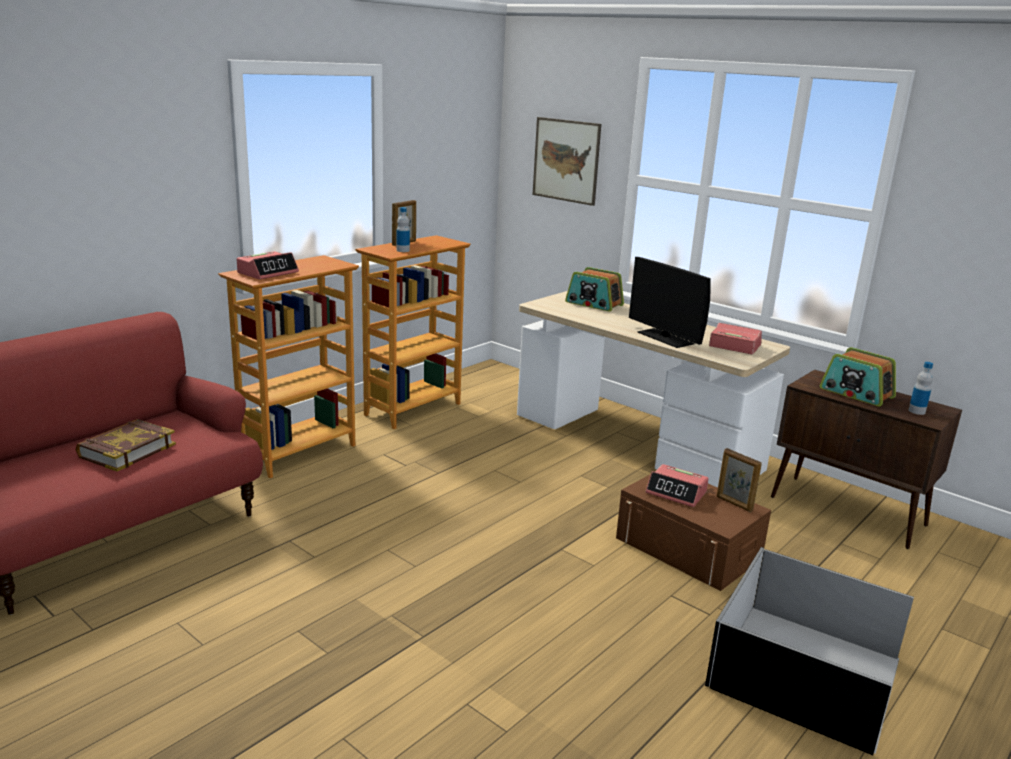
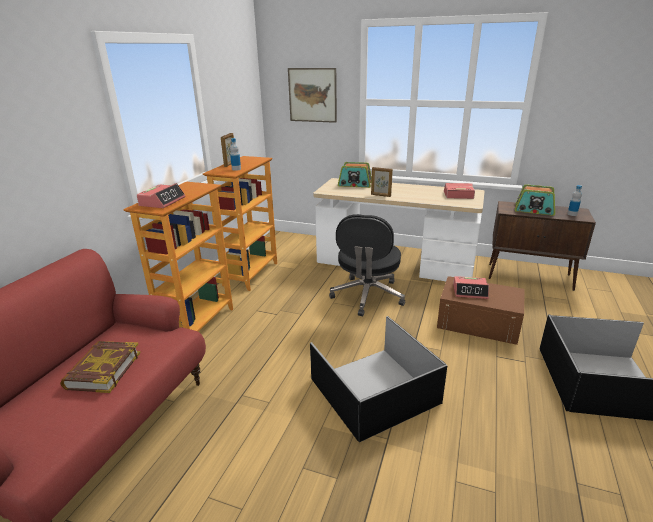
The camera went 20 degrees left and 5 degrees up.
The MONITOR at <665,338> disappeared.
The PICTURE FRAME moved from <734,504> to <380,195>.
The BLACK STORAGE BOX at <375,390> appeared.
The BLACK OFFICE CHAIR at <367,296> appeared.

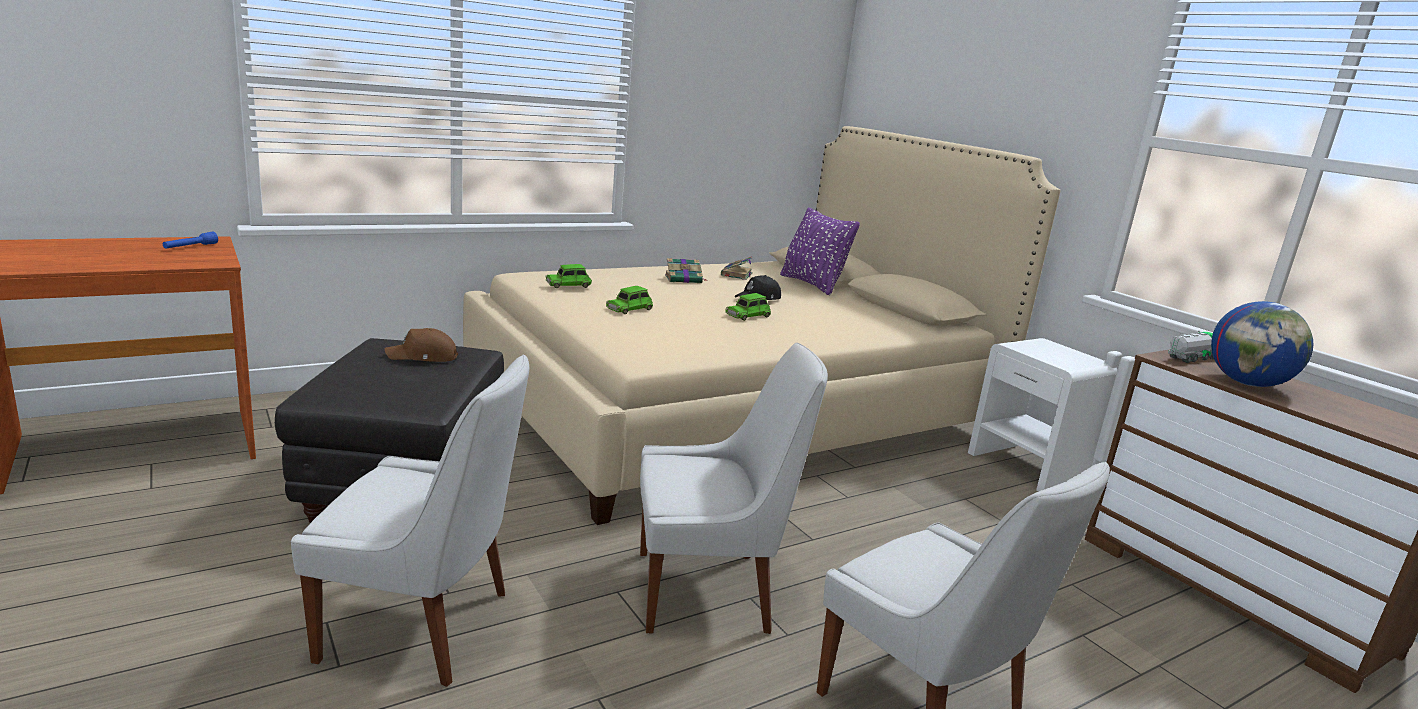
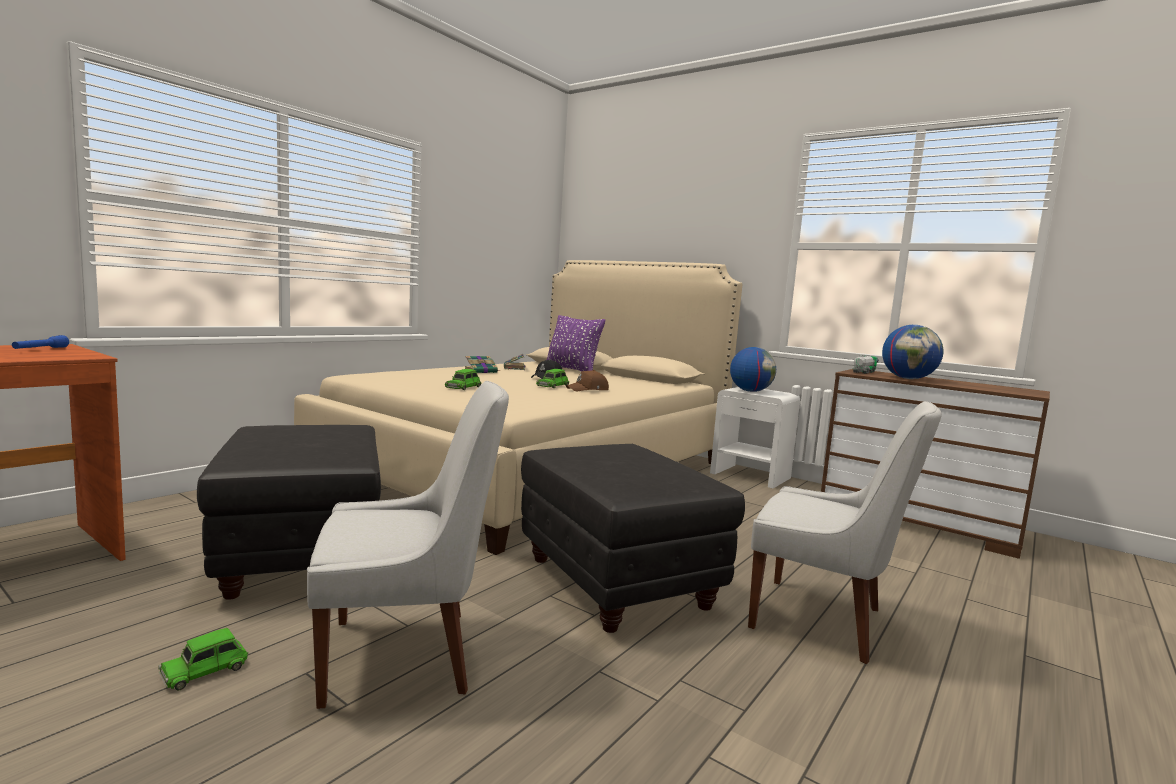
The camera went 20 degrees left and 10 degrees down.
The BROWN CAP moved from <423,357> to <588,390>.
The GREEN TOY CAR moved from <568,284> to <205,669>.
The WHITE CHAIR at <709,591> was replaced by the BLACK OTTOMAN at <618,581>.
The GLOBE at <750,391> appeared.

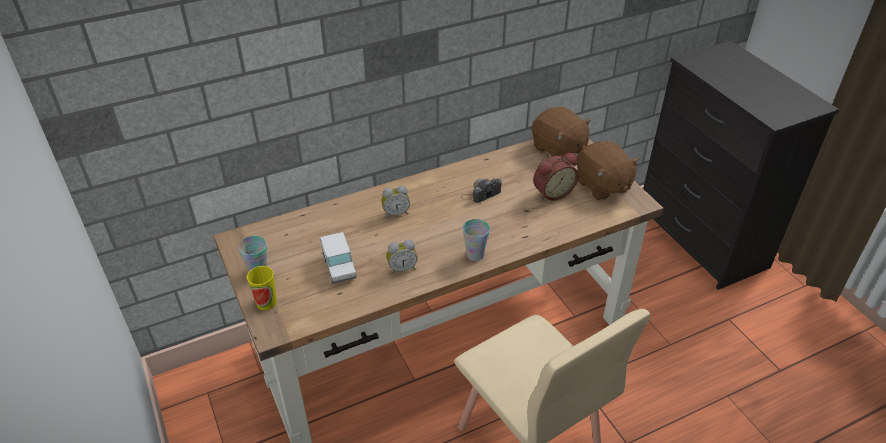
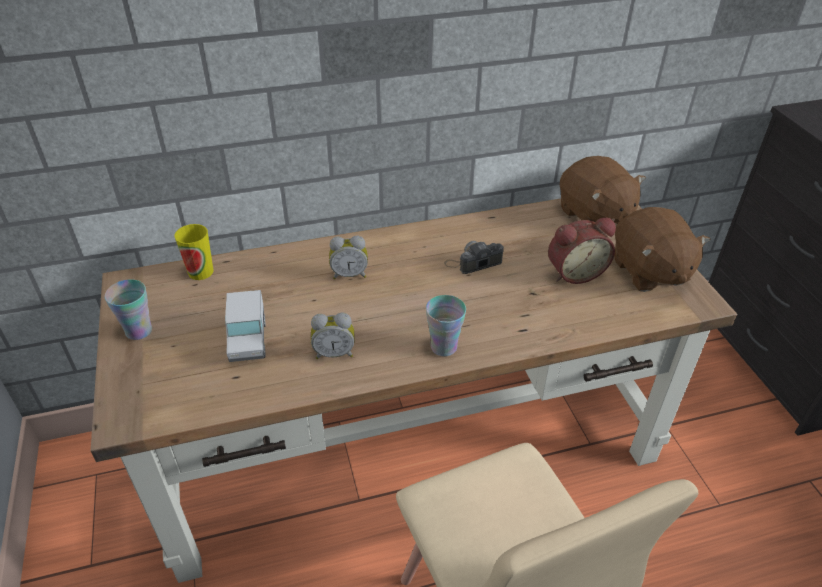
The camera went 10 degrees right and 0 degrees up.
The CUP moved from <266,302> to <200,272>.

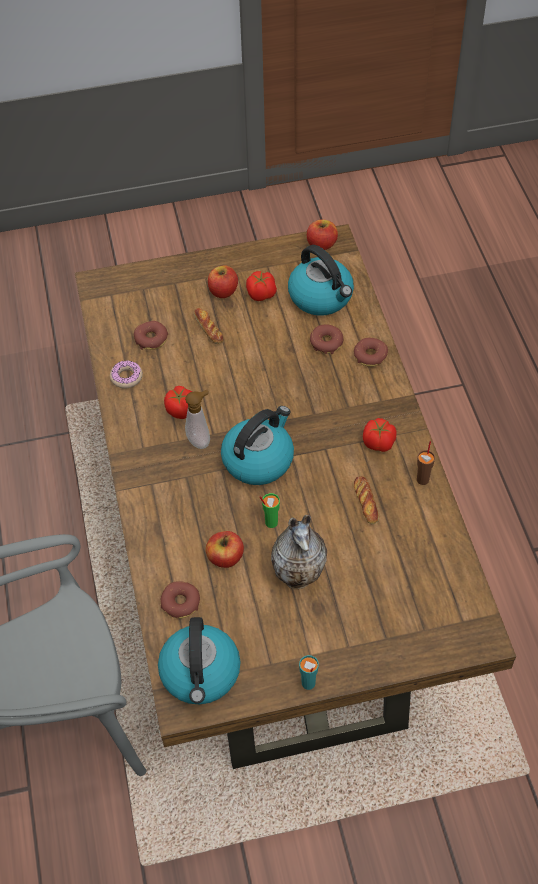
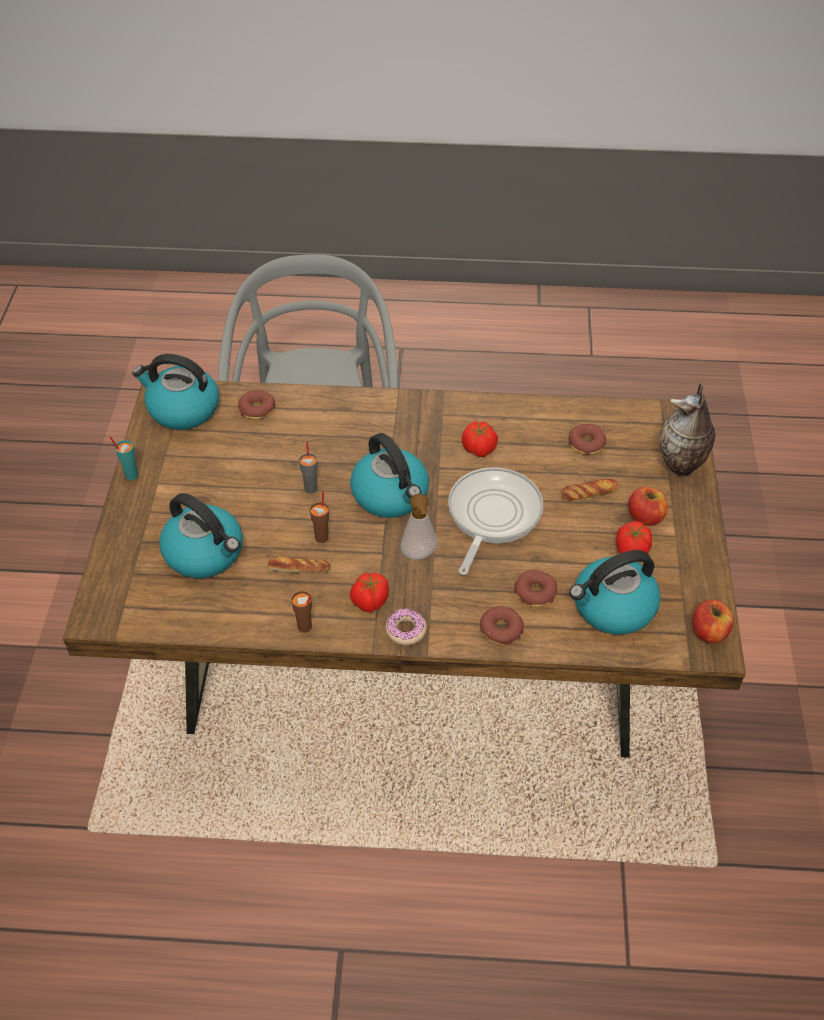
The camera went 105 degrees right and 5 degrees down.
The DONUT moved from <126,377> to <406,630>.
The SOAP DISPENSER moved from <200,440> to <419,556>.
The APPLE at <225,557> disappeared.
The GREEN CUP at <271,522> became the GREY CUP at <311,488>.
The VASE moved from <300,576> to <680,468>.
The KETTLE at <205,553> appeared.
The BROWN CUP at <322,537> appeared.
The FRYING PAN at <492,516> appeared.

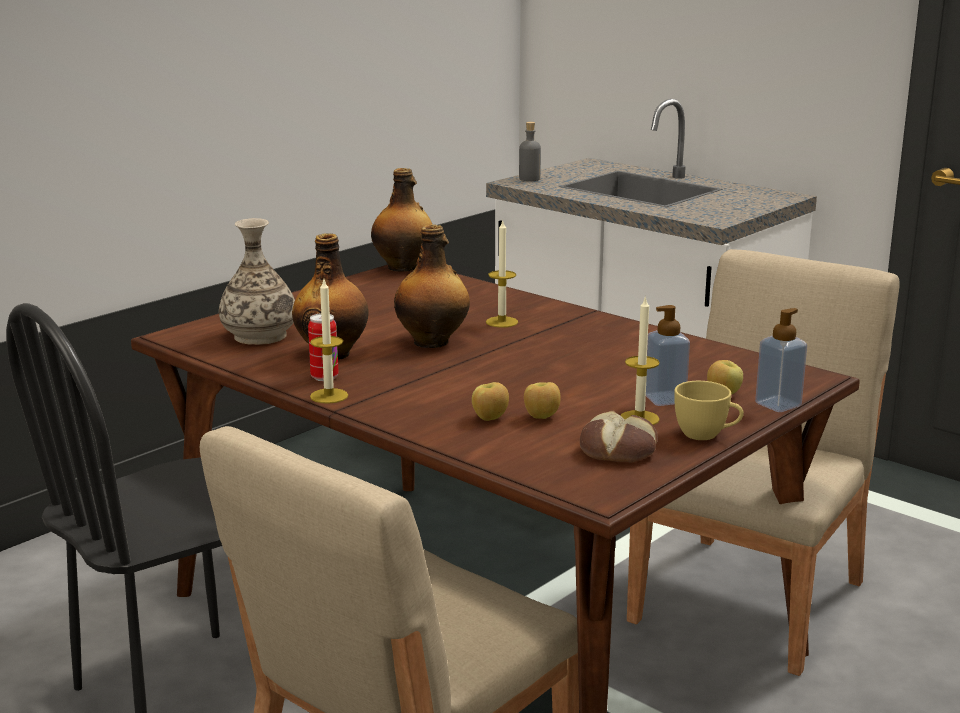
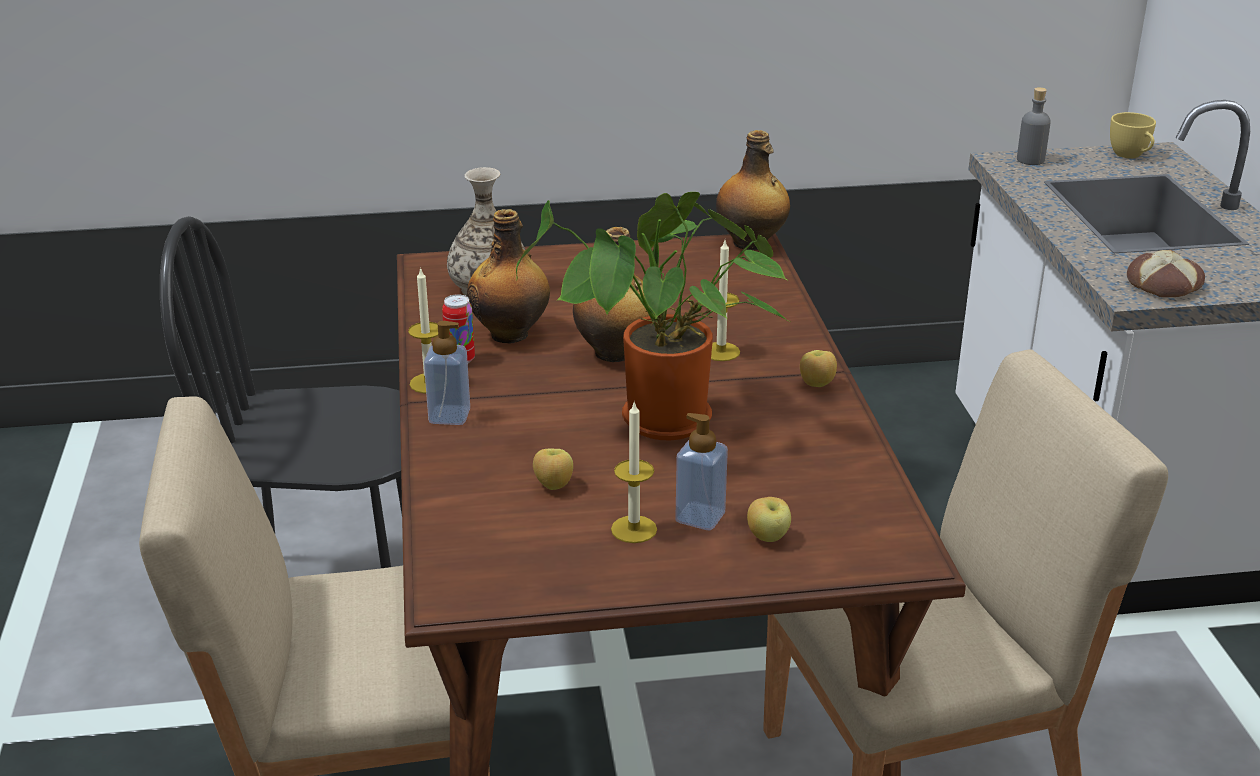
The camera went 40 degrees right and 10 degrees up.
The APPLE moved from <489,418> to <816,384>.
The BREAD moved from <620,449> to <1164,285>.
The YELLOW CUP moved from <707,435> to <1131,156>.
The SOAP DISPENSER moved from <778,405> to <449,416>.
The POTTED PLANT at <661,425> appeared.

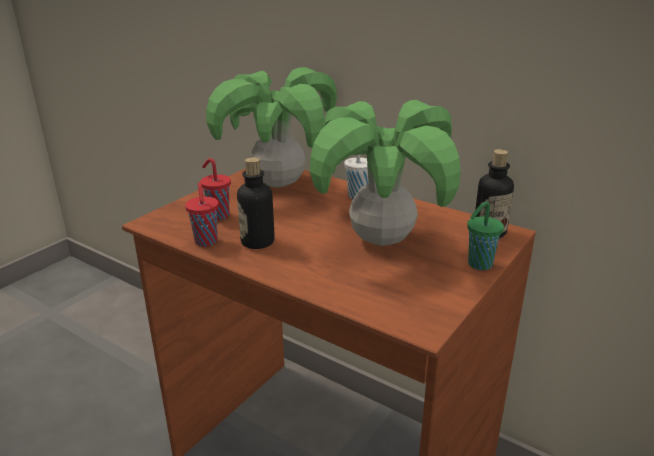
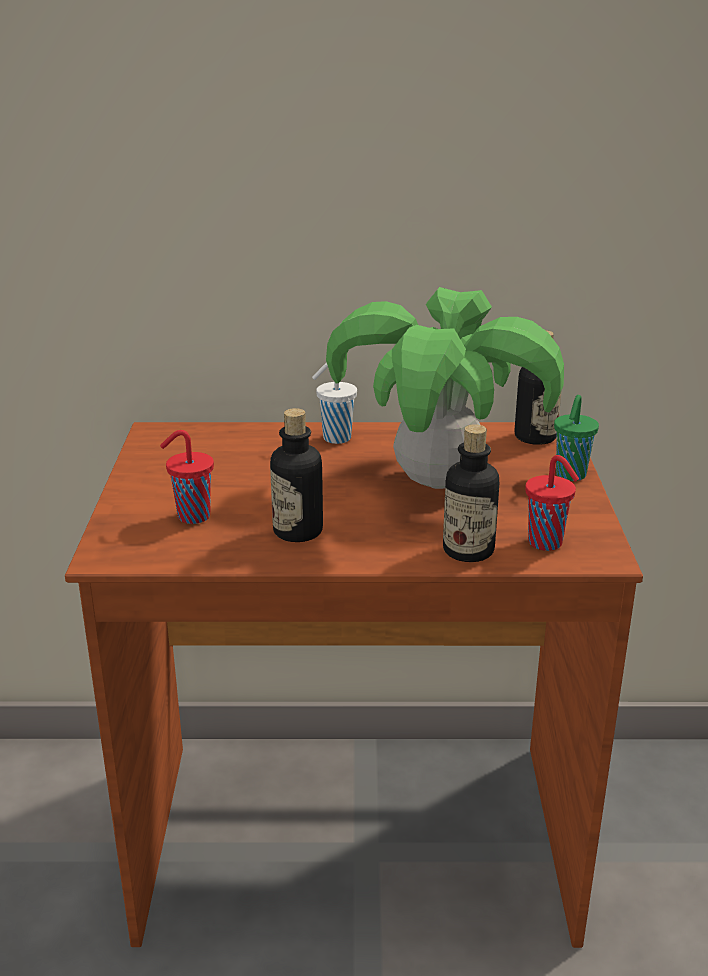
The camera went 35 degrees left and 0 degrees up.
The RED CUP moved from <206,242> to <547,543>.
The POTTED PLANT at <278,183> disappeared.
The BOTTLE at <468,550> appeared.

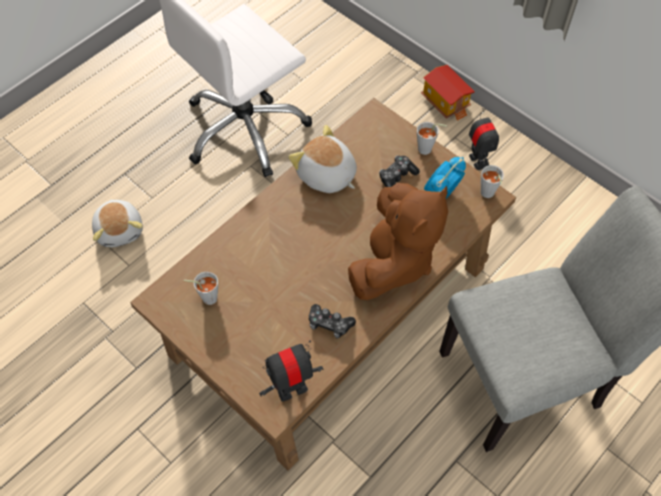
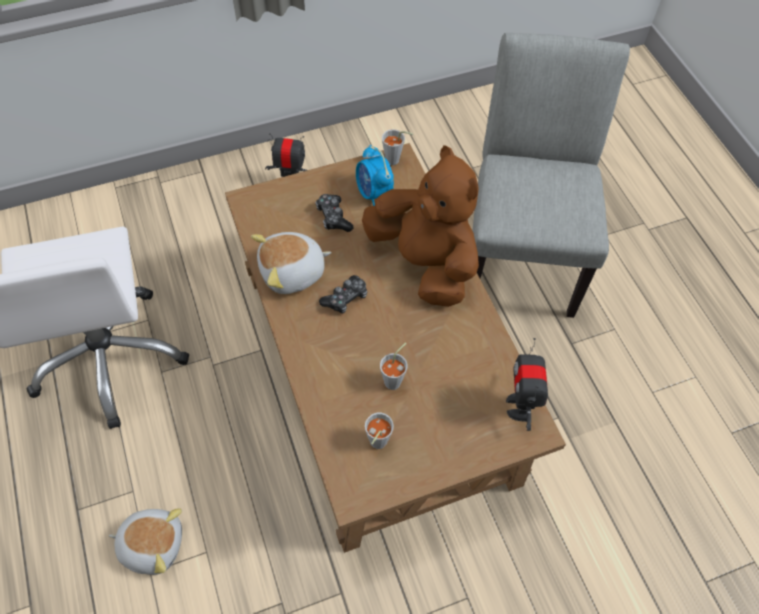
The camera went 65 degrees left and 0 degrees up.
The GAME CONTROLLER moved from <329,324> to <345,298>.
The GREY CUP moved from <428,150> to <395,379>.
The TOY HOUSE at <446,102> disappeared.

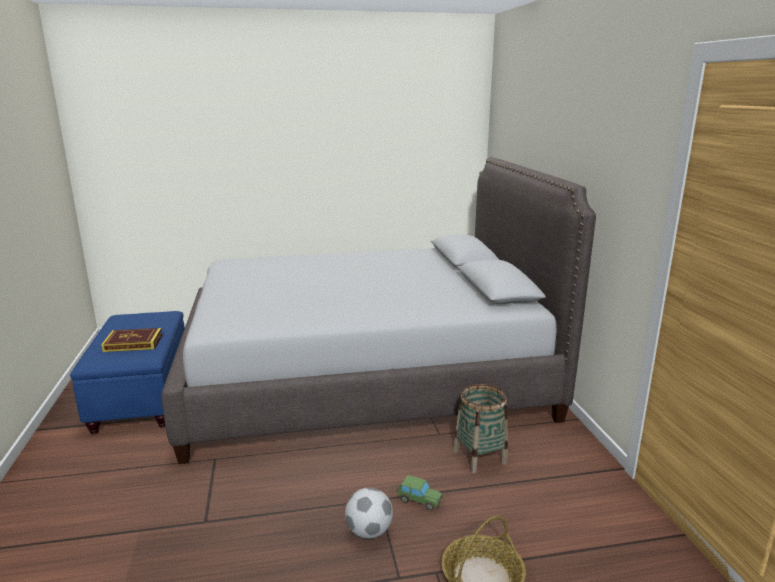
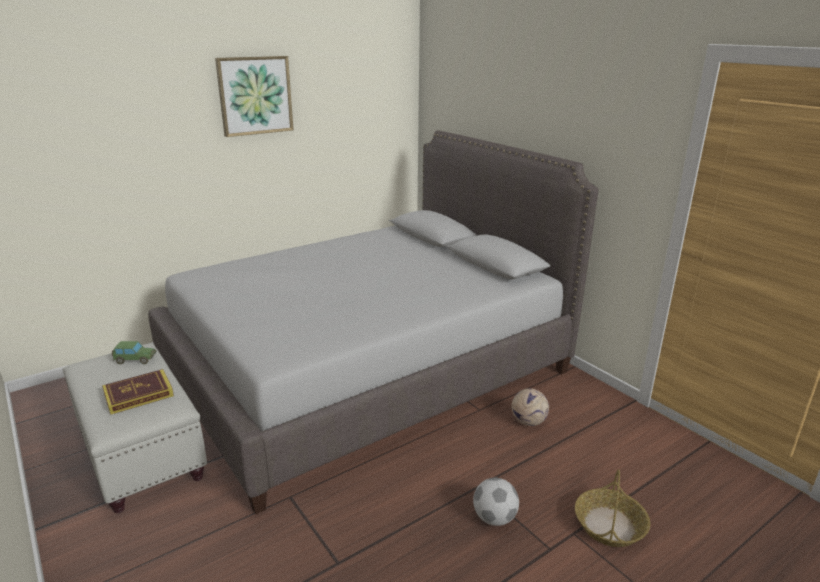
The camera went 25 degrees left and 5 degrees up.
The BLUE OTTOMAN at <142,397> became the WHITE OTTOMAN at <141,453>.
The TOY CAR moved from <419,500> to <135,360>.
The BASKET at <479,457> was replaced by the FOOTBALL at <528,421>.
The PICTURE at <255,95> appeared.

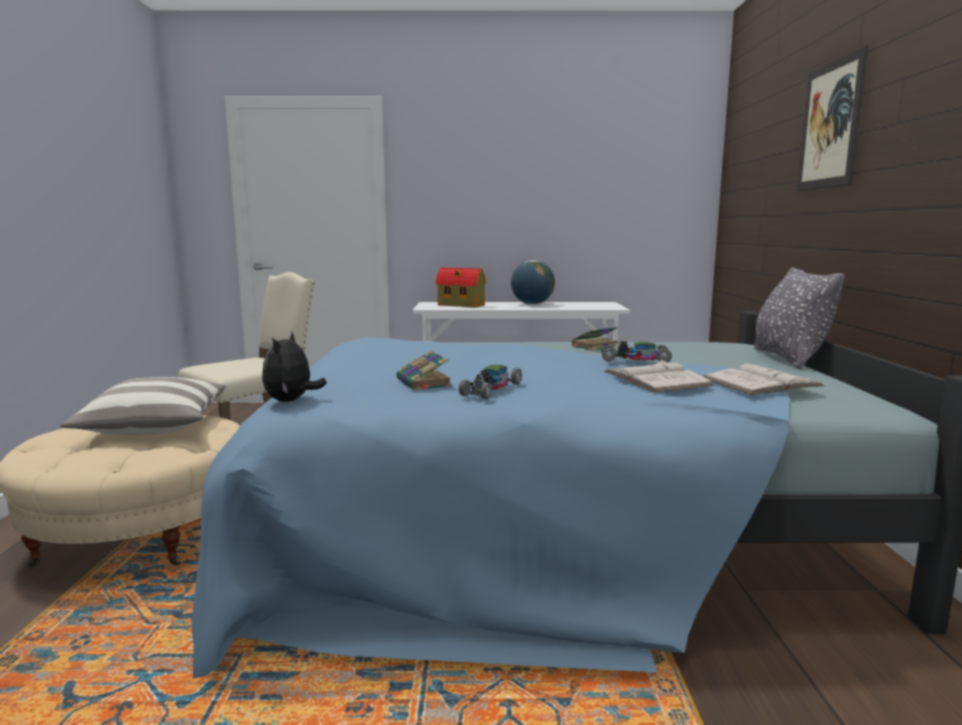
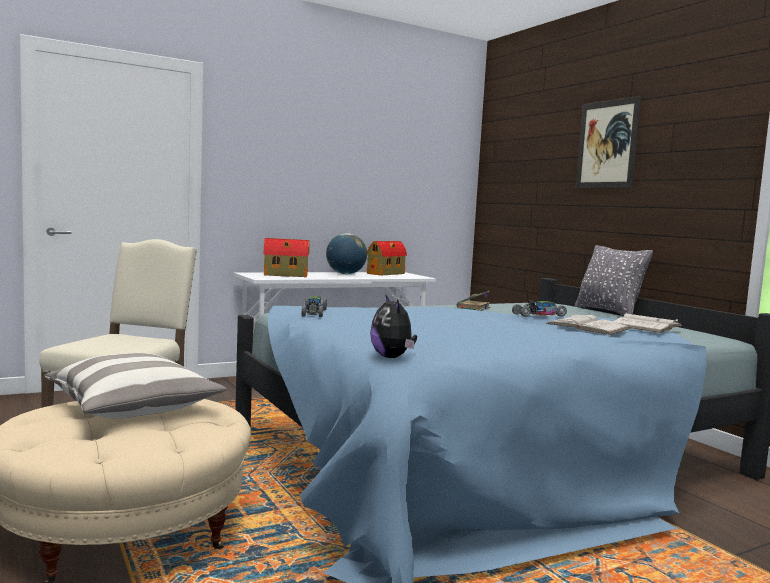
The camera went 30 degrees left and 5 degrees down.
The BOOK at <424,383> disappeared.
The TOY CAR moved from <491,389> to <314,313>.
The TOY HOUSE at <386,273> appeared.

